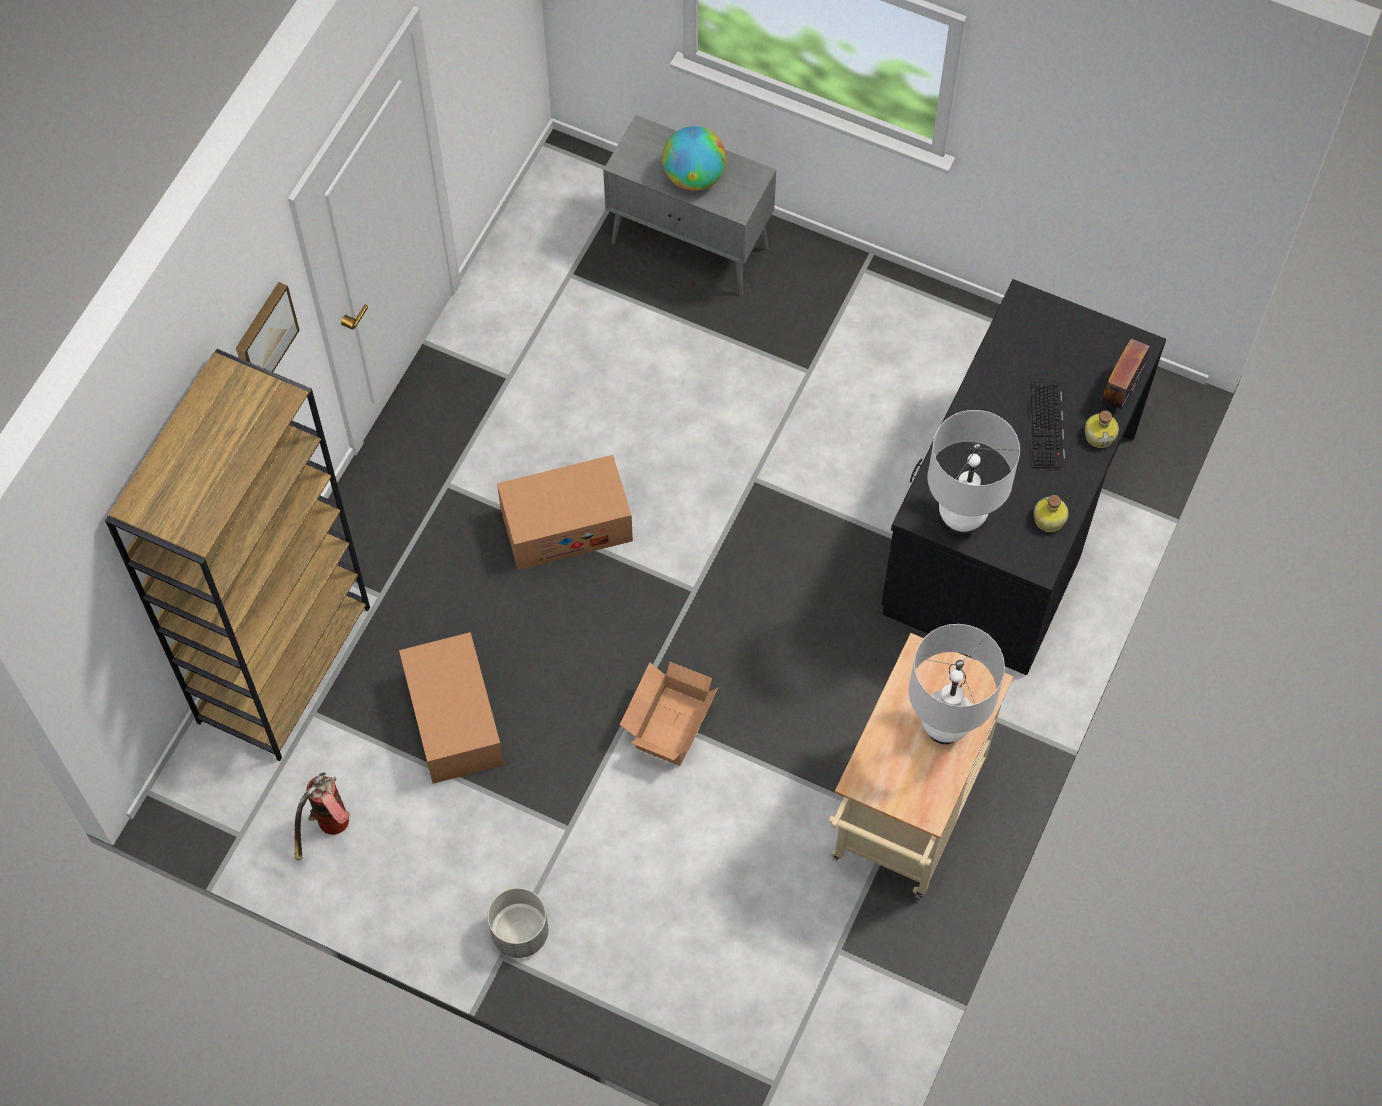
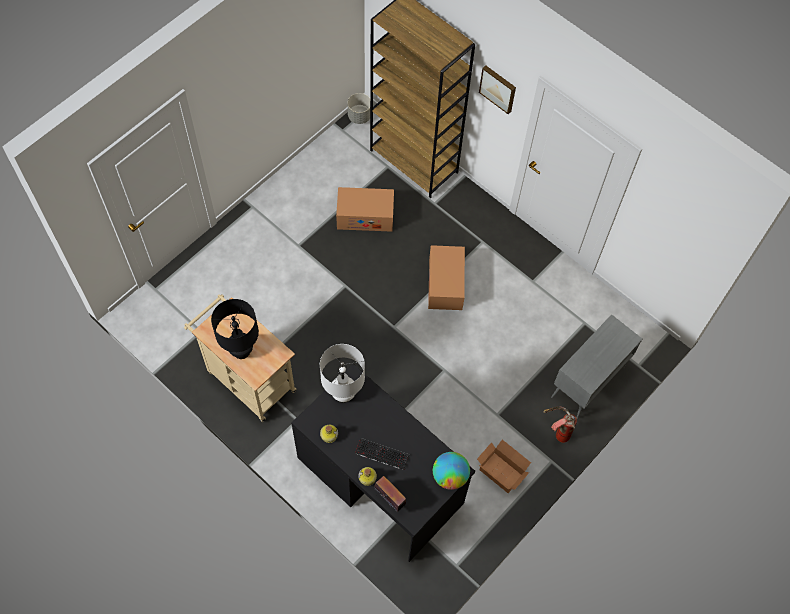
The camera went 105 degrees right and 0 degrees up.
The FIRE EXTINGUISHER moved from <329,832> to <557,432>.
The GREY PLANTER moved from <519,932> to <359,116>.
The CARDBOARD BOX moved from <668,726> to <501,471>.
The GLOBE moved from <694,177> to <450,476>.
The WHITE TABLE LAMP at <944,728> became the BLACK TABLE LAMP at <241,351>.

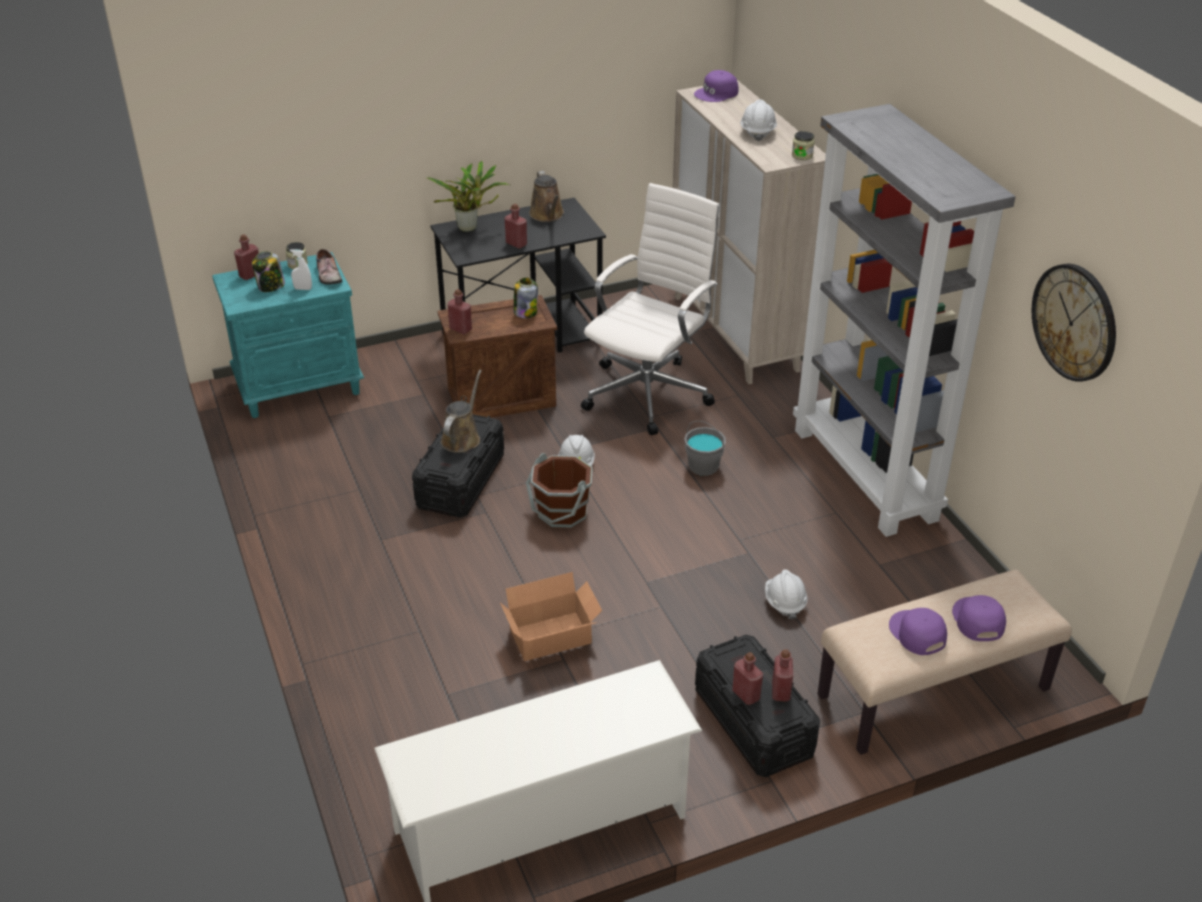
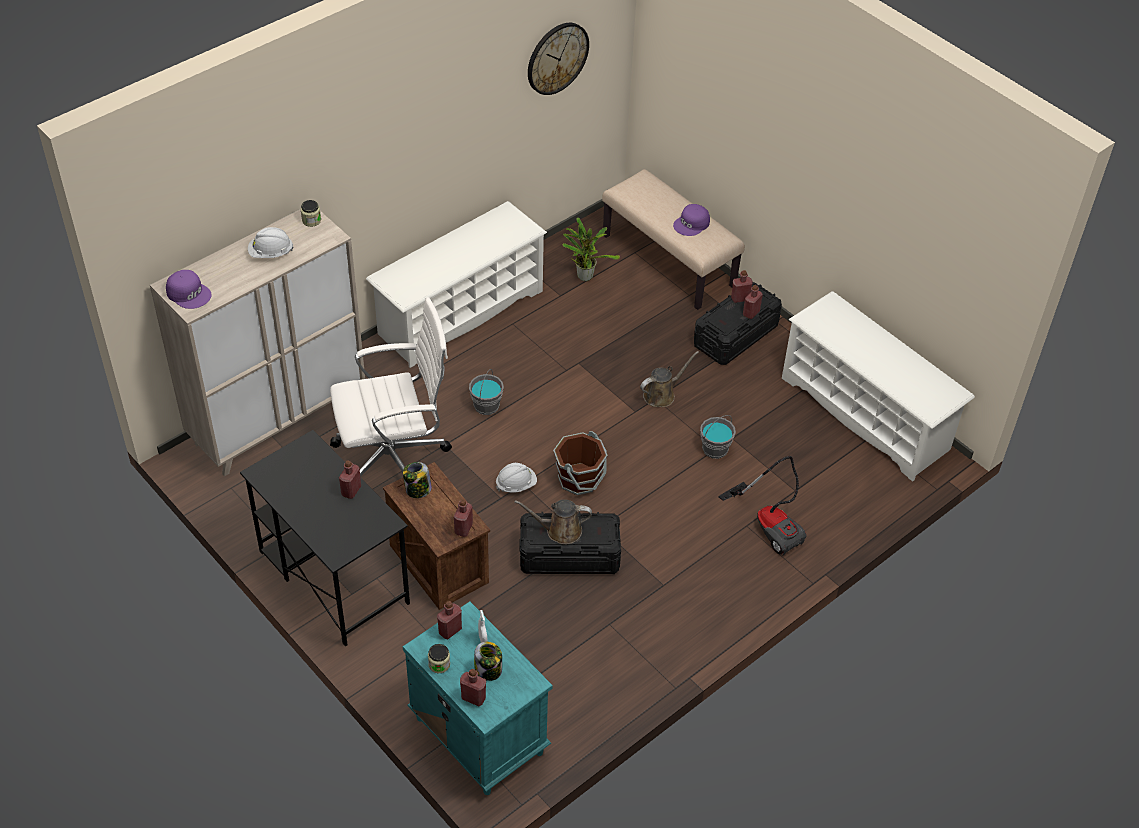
The camera went 110 degrees left and 10 degrees up.
The SHOE at <327,275> was replaced by the RED BOTTLE at <450,630>.
The POTTED PLANT moved from <470,228> to <584,275>.
The CARDBOARD BOX at <553,638> was replaced by the GREY BUCKET at <715,448>.
The BROWN WATERING CAN moved from <547,215> to <662,394>.
The WHITE OFFICE CHAIR at <649,392> turned 150 degrees clockwise.
The WHITE HARD HAT at <784,602> disappeared.
The GREY BOOKCASE at <866,474> was replaced by the WHITE SHOE RACK at <460,312>.
The PURPLE CAP at <977,620> disappeared.
The VACUUM CLEANER at <770,524> appeared.

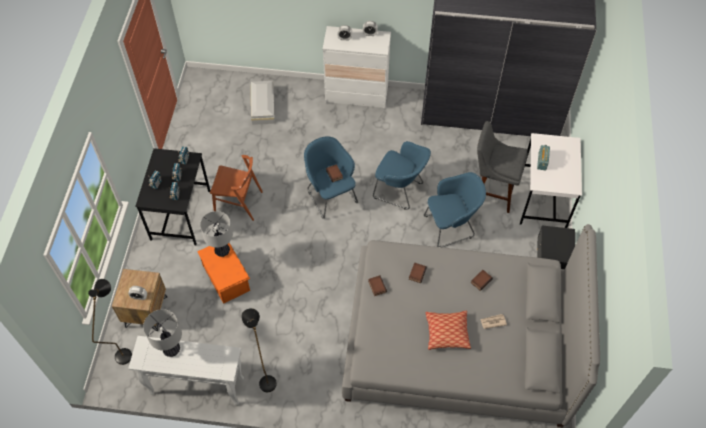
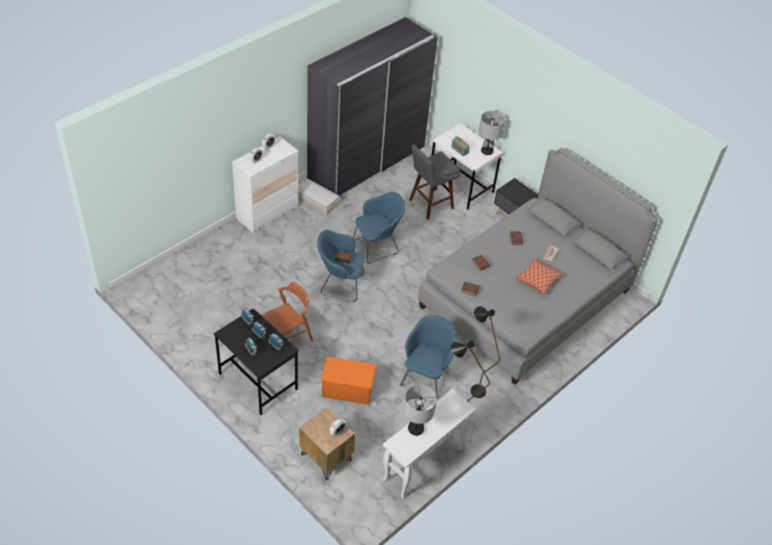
The camera went 55 degrees left and 10 degrees down.
The BLACK FLOOR LAMP moved from <126,350> to <474,387>.
The TABLE LAMP moved from <222,251> to <486,152>.
The WHITE STORAGE BOX moved from <263,105> to <316,200>.
The BLUE ARMCHAIR moved from <451,226> to <426,376>.

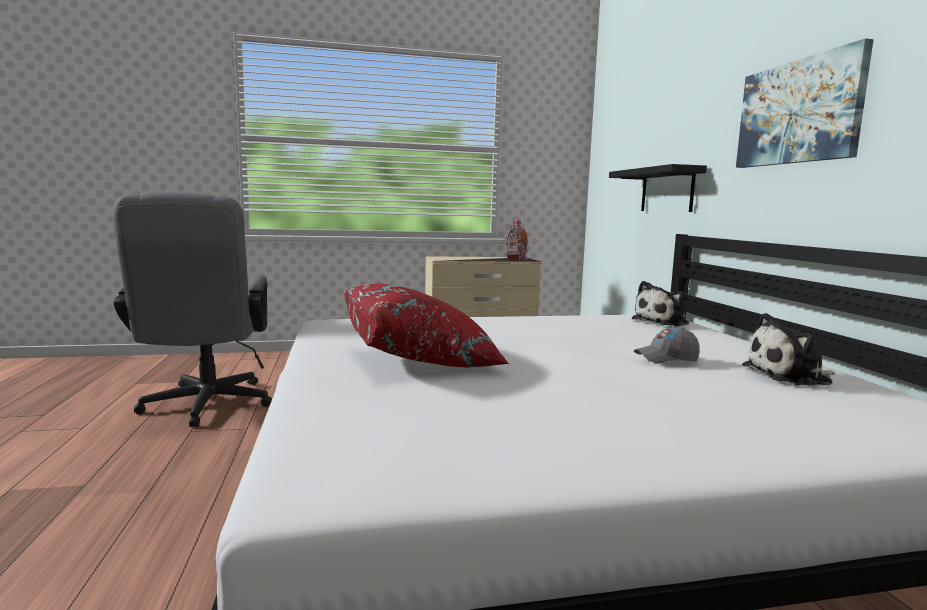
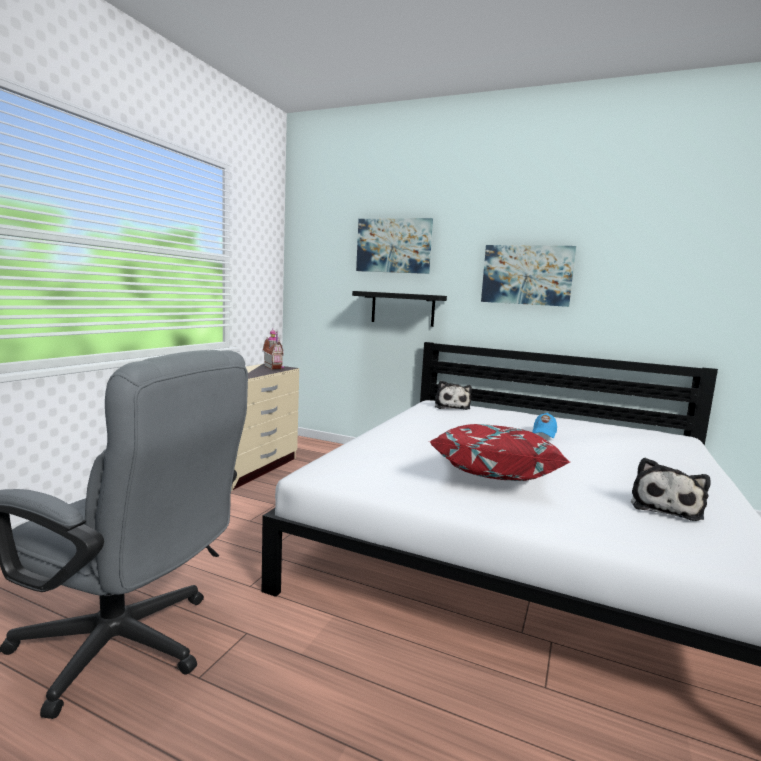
The camera went 55 degrees left and 0 degrees up.
The GREY CAP at <666,358> became the BLUE CAP at <543,433>.
The PLUSH TOY moved from <790,375> to <665,507>.
The PICTURE at <394,246> appeared.

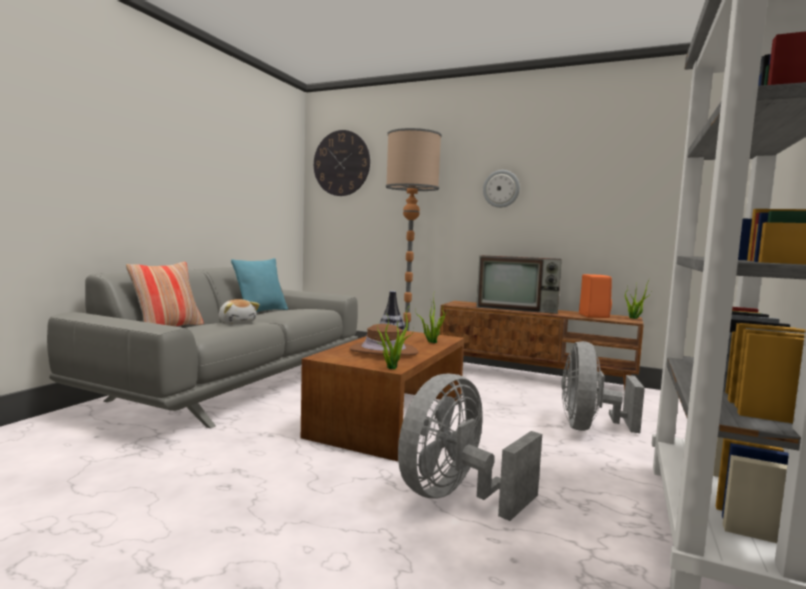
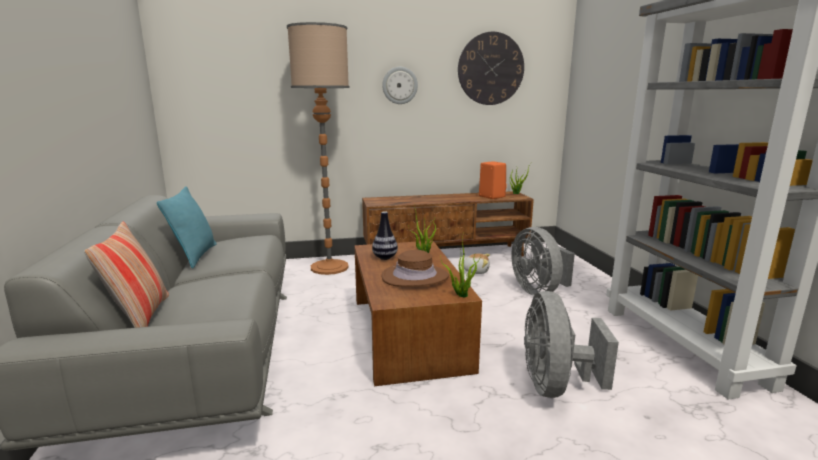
The camera went 35 degrees left and 10 degrees up.
The PLUSH TOY moved from <237,323> to <476,271>.
The WALL CLOCK moved from <341,163> to <490,69>.
The TELEVISION at <518,309> disappeared.

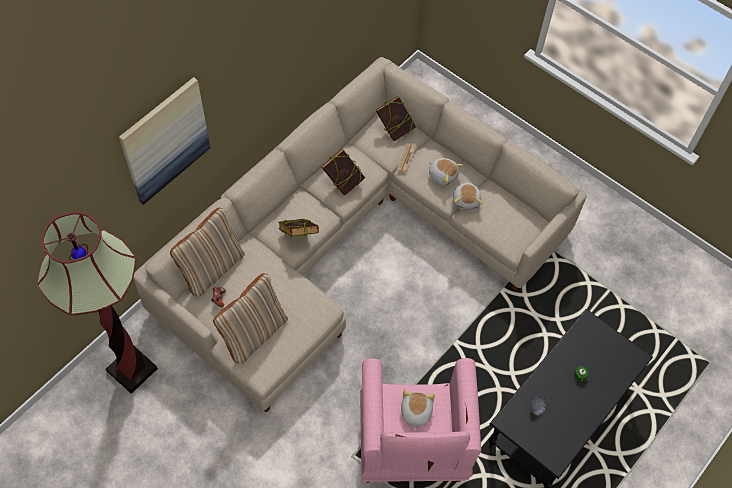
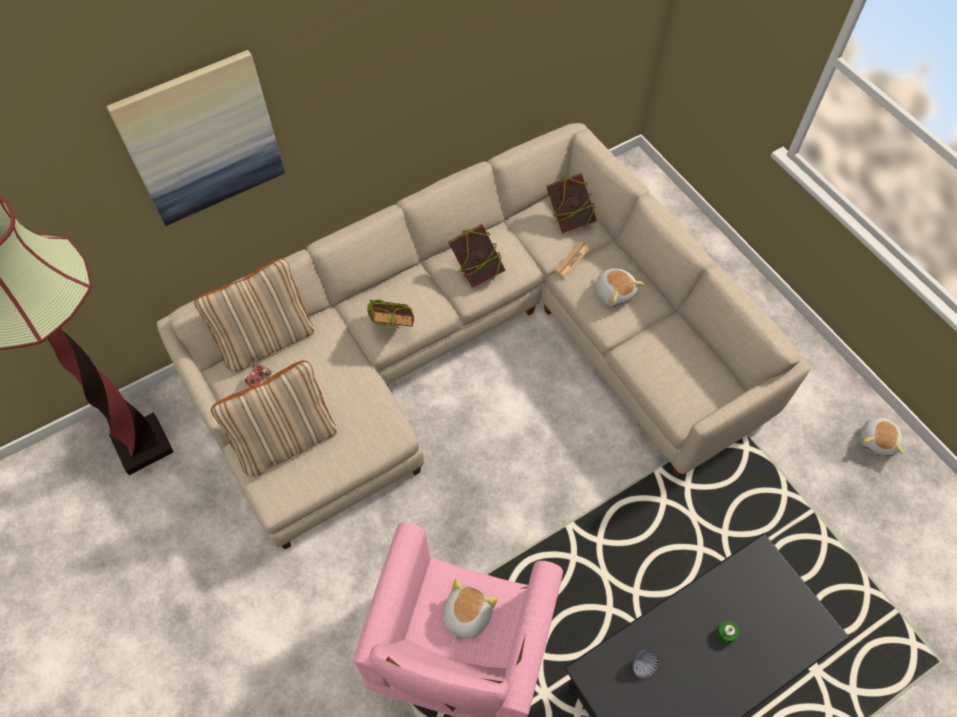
The camera went 20 degrees right and 0 degrees up.
The PLUSH TOY moved from <466,200> to <877,441>.

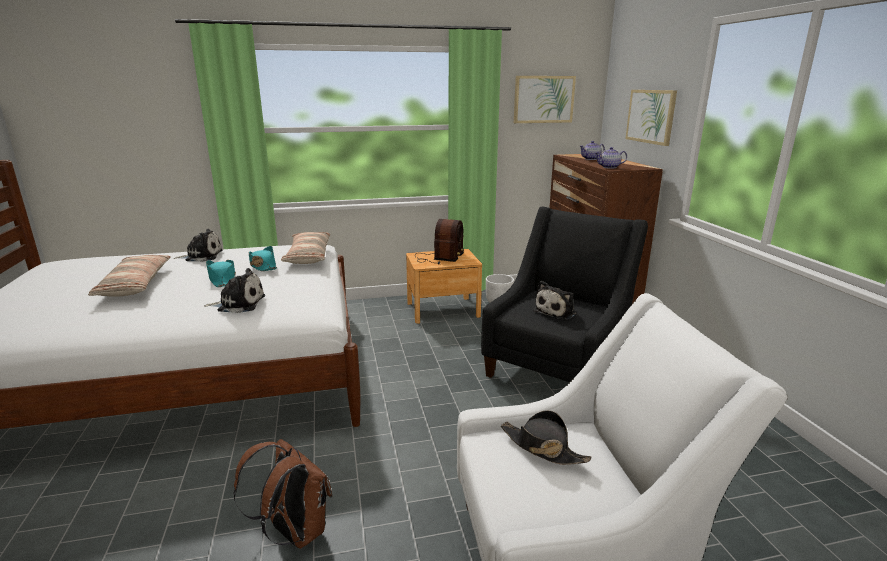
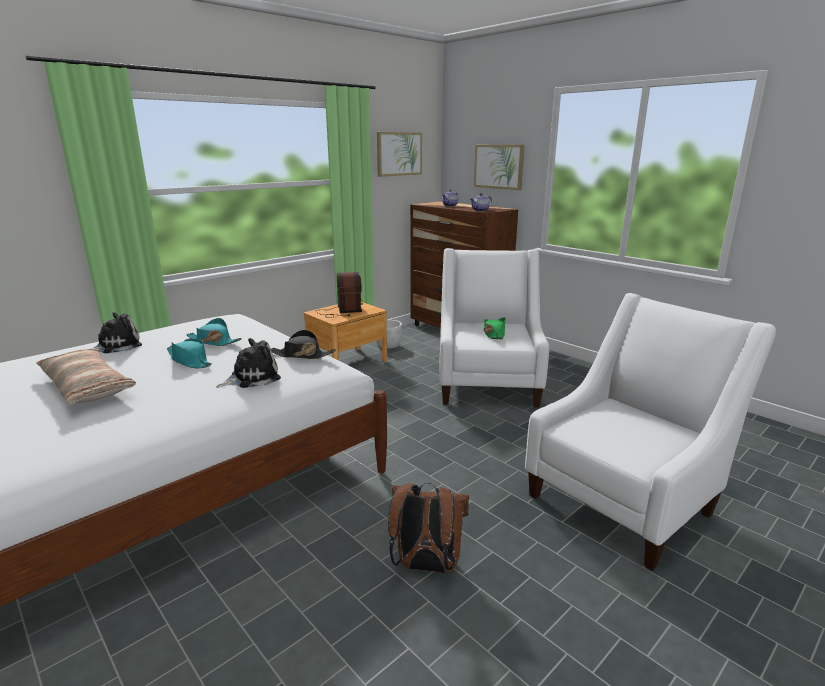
The camera went 30 degrees left and 0 degrees up.
The PILLOW at <308,256> disappeared.
The BLACK ARMCHAIR at <557,367> became the WHITE ARMCHAIR at <488,384>.
The BLACK HAT moved from <542,447> to <302,355>.
The PLUSH TOY at <557,311> was replaced by the GREEN HAT at <494,334>.

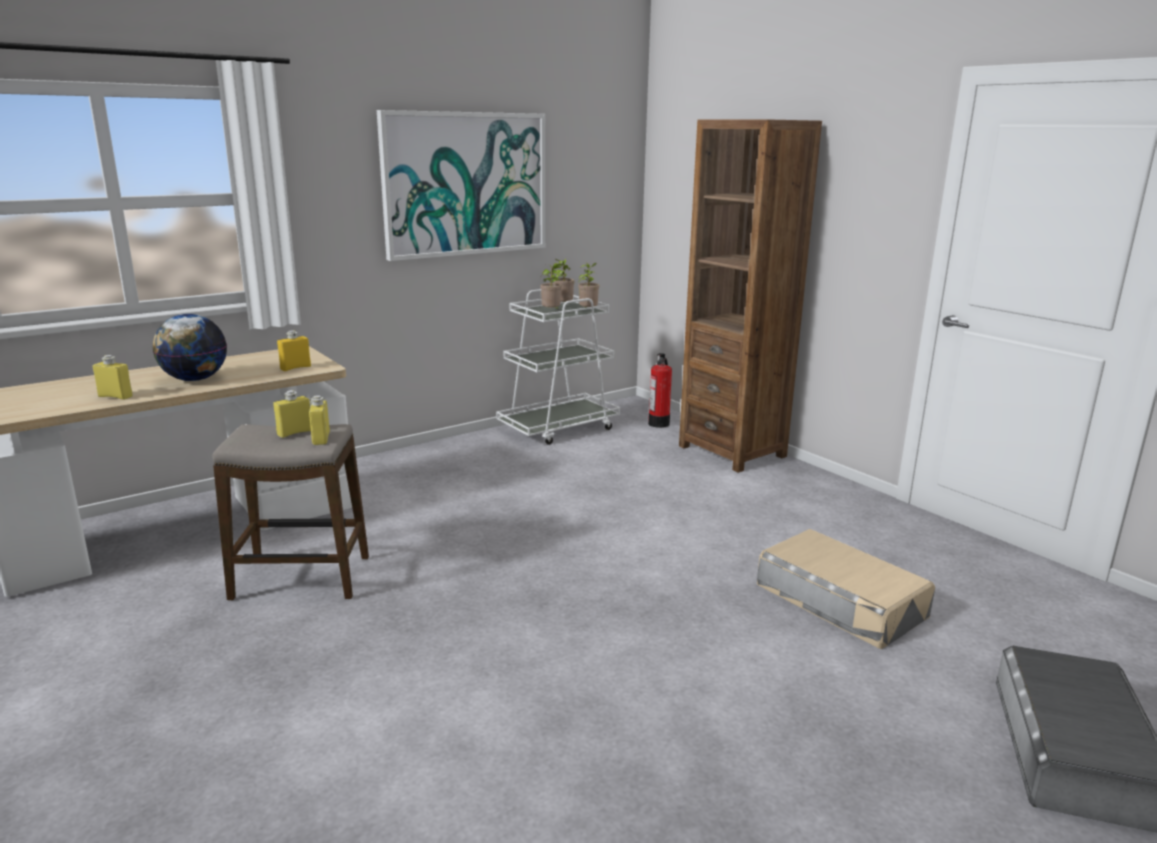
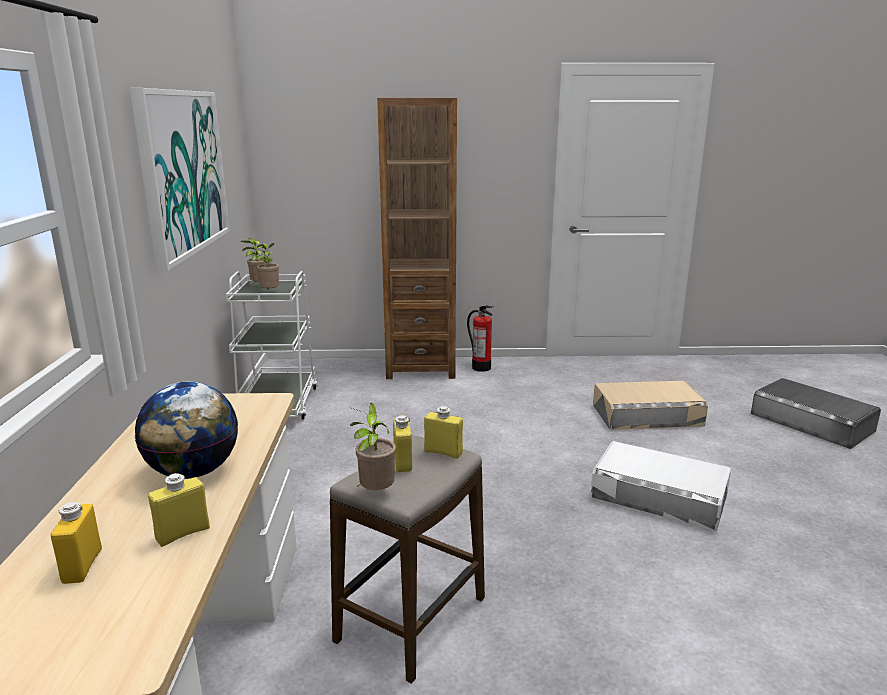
The camera went 55 degrees left and 0 degrees up.
The YELLOW BOTTLE moved from <295,368> to <82,566>.
The POTTED PLANT moved from <588,312> to <375,493>.
The FIRE EXTINGUISHER moved from <659,423> to <481,368>.
The WHITE STORAGE BOX at <659,495> appeared.

